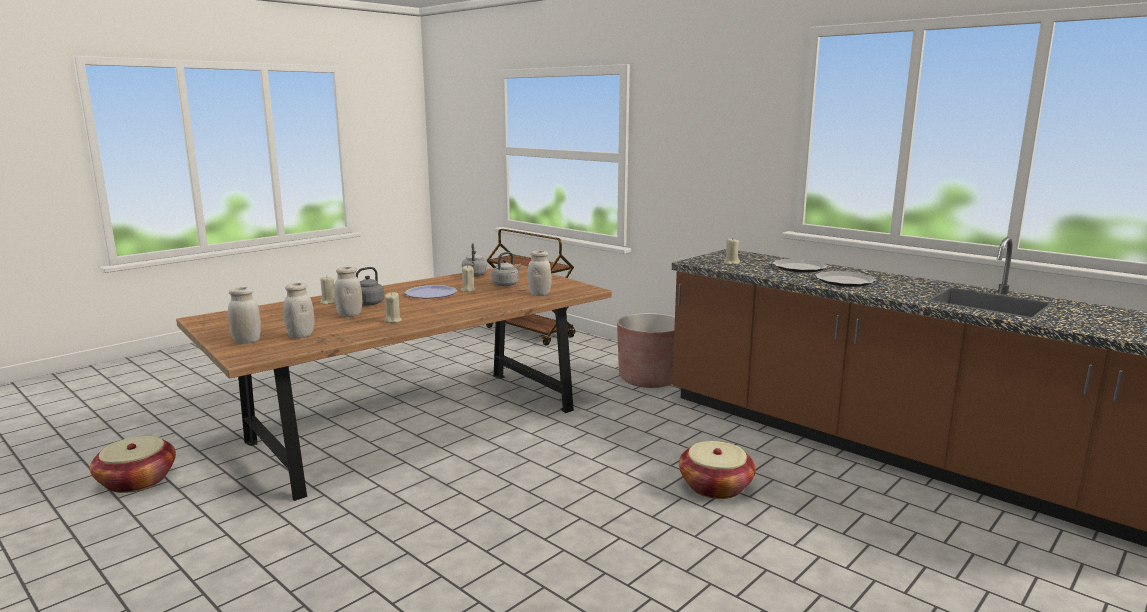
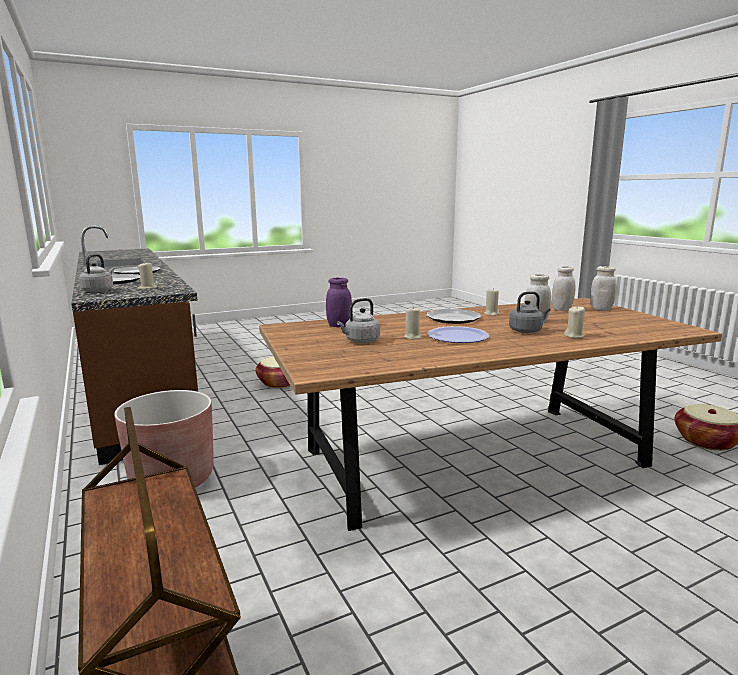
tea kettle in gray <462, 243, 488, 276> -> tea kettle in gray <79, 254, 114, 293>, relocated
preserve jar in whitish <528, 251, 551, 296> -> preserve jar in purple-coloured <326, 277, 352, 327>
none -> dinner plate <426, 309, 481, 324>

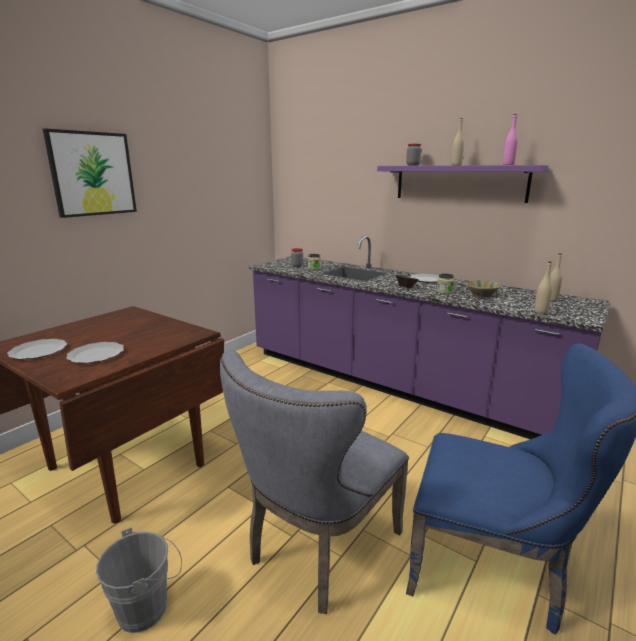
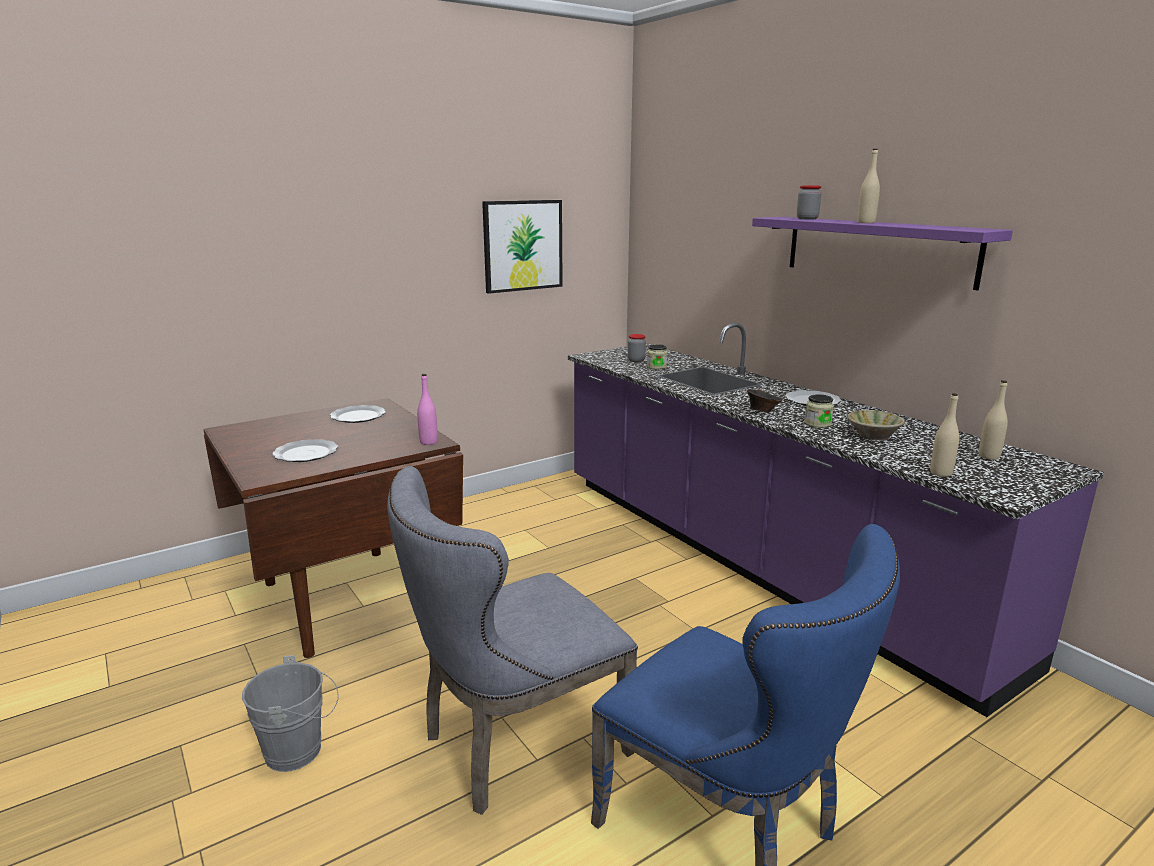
bottle in pink <502, 114, 518, 165> -> bottle in pink <417, 374, 438, 445>, relocated
picture <43, 129, 137, 218> -> picture <482, 200, 563, 294>, relocated
dinner plate <7, 339, 67, 359> -> dinner plate <330, 405, 386, 423>, relocated

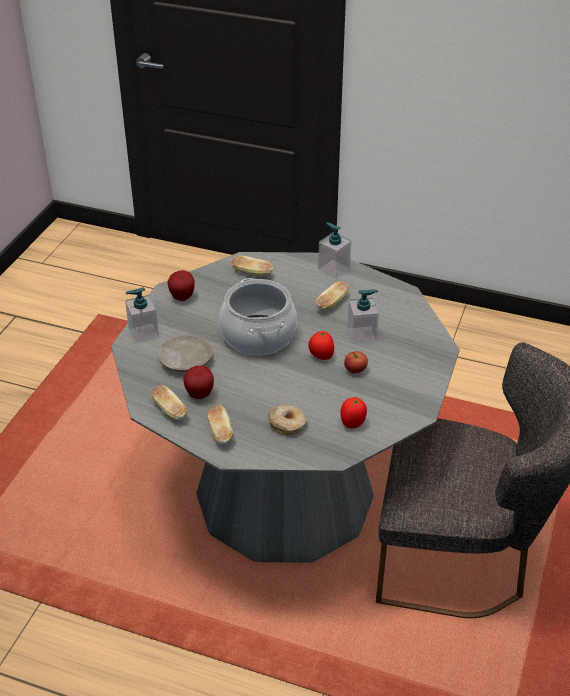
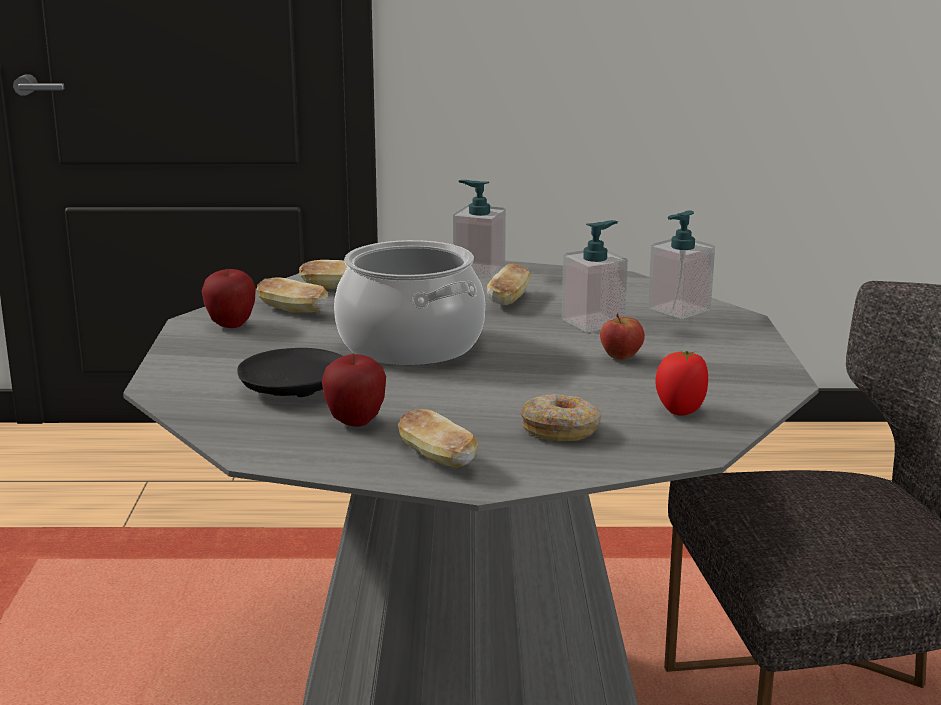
soap bottle <125, 288, 159, 344> -> soap bottle <648, 210, 715, 319>, relocated
whole tomato <308, 331, 334, 360> -> none
dinner plate in sand-coloured <158, 335, 212, 372> -> dinner plate in black-coloured <237, 348, 342, 397>
baked bread <152, 385, 187, 420> -> baked bread <257, 277, 328, 313>, relocated

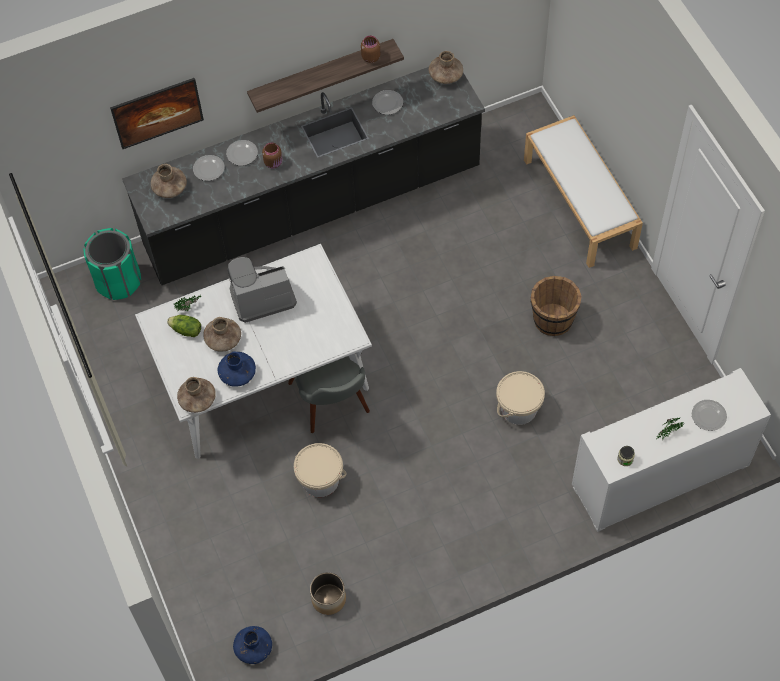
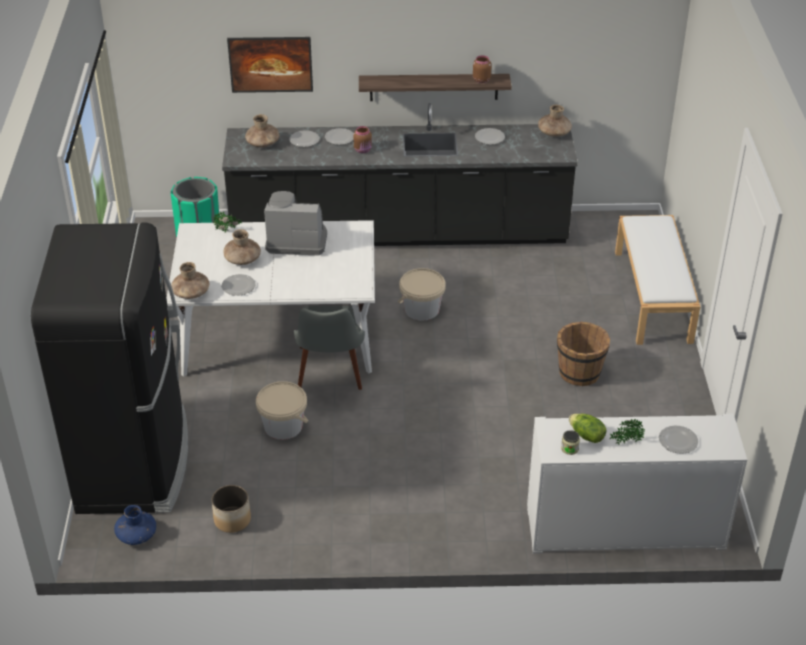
head of lettuce <167, 315, 201, 337> -> head of lettuce <569, 414, 607, 443>, relocated
decorative vase in blue-coloured <218, 352, 256, 386> -> dinner plate <222, 274, 255, 296>
bucket in sand-coloured <496, 371, 545, 425> -> bucket in sand-coloured <398, 268, 446, 321>, relocated
none -> refrigerator in black-coloured <31, 222, 188, 514>

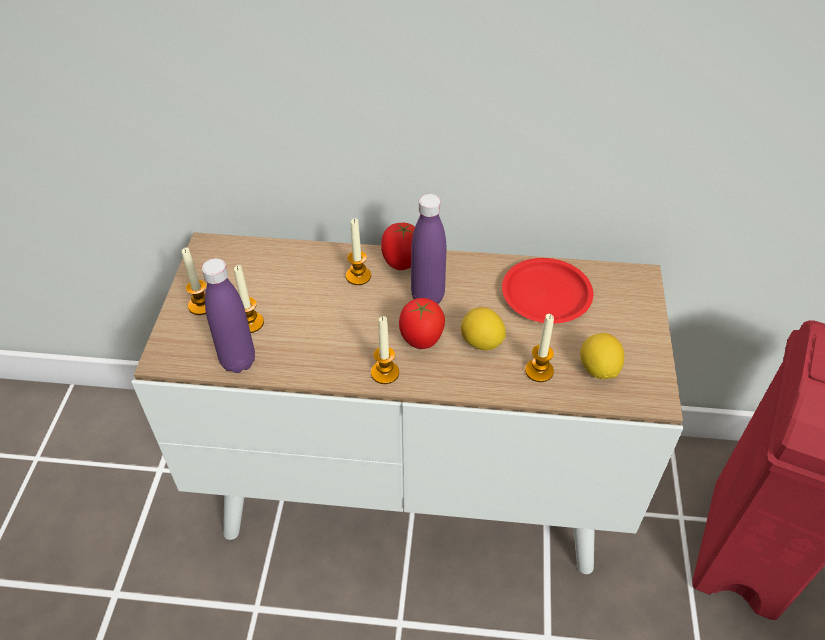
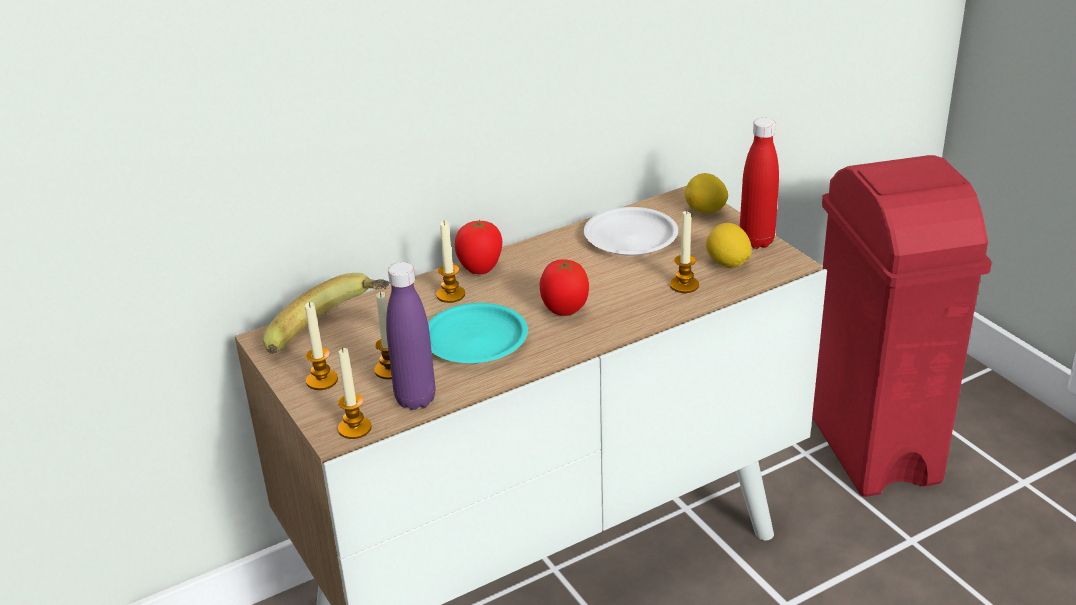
bottle in purple-coloured <411, 194, 446, 304> -> none
dinner plate in reddish <502, 258, 593, 324> -> dinner plate in whitish <584, 207, 678, 256>
whole lemon <461, 307, 506, 350> -> whole lemon <685, 173, 728, 213>, relocated
candle <371, 316, 399, 384> -> candle <338, 348, 372, 439>, relocated
none -> bottle in reddish <740, 118, 779, 249>
none -> whole banana <263, 273, 390, 354>
none -> dinner plate in blue-green <428, 303, 528, 363>

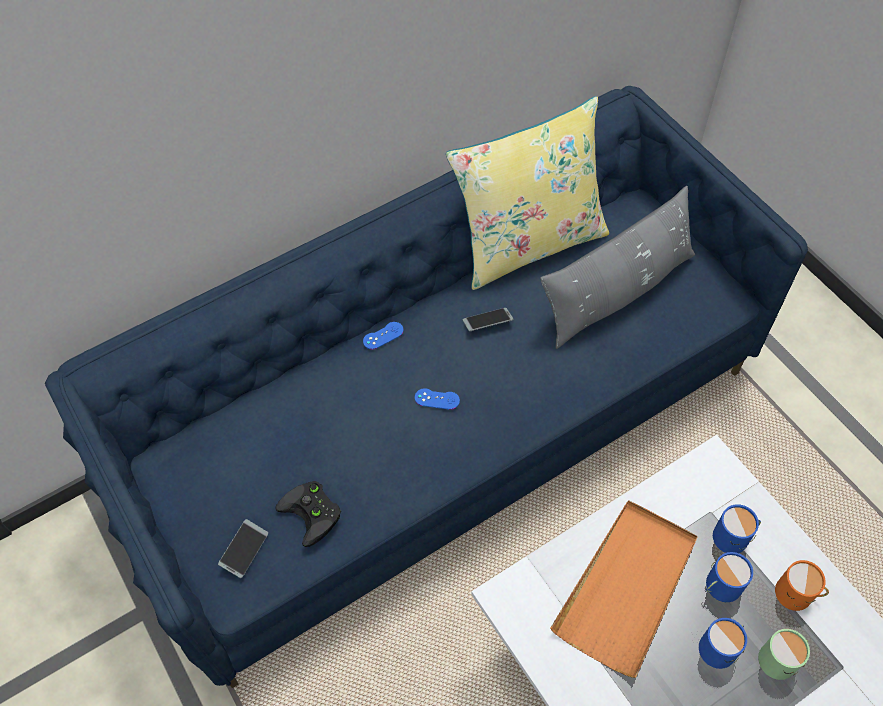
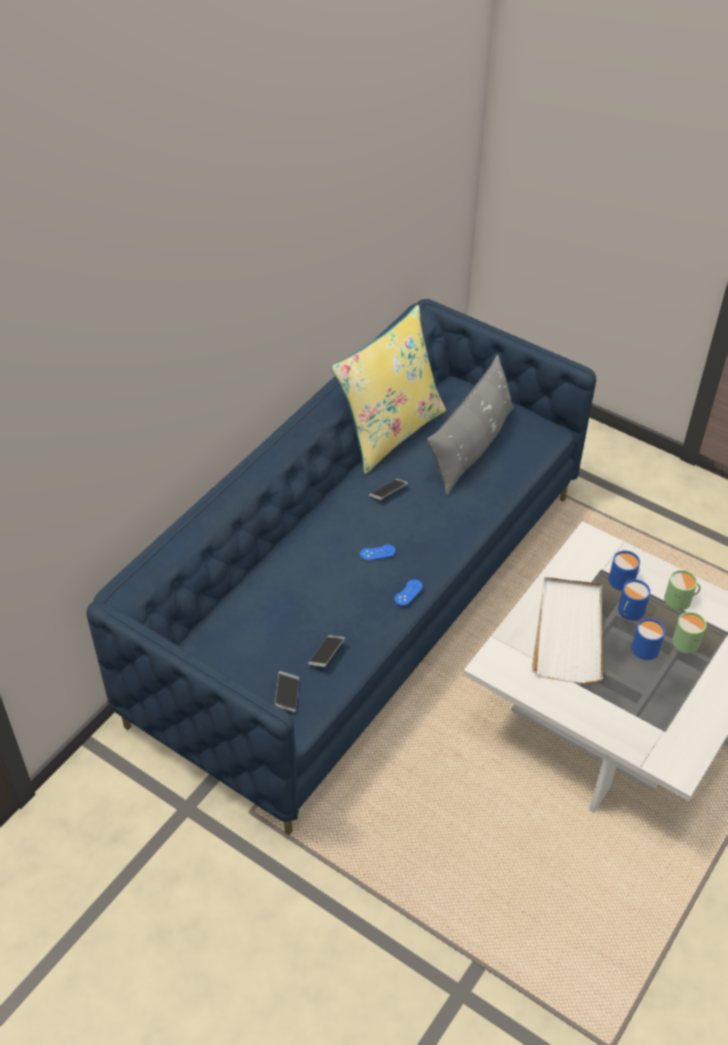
joypad in blue-coloured <363, 322, 403, 349> -> joypad in blue-coloured <394, 580, 423, 606>, relocated
joypad in black-coloured <276, 481, 341, 547> -> telephone <308, 635, 345, 667>
tray in orangey <550, 500, 698, 678> -> tray in whitish <532, 577, 603, 683>
tea mug in orangey <775, 560, 829, 611> -> tea mug in green-coloured <664, 570, 700, 611>

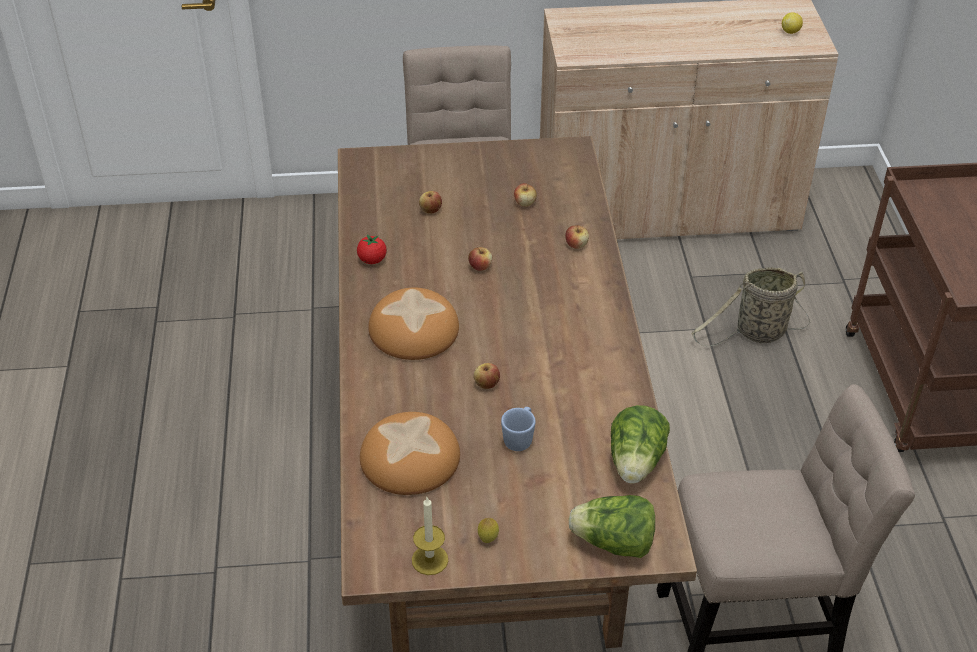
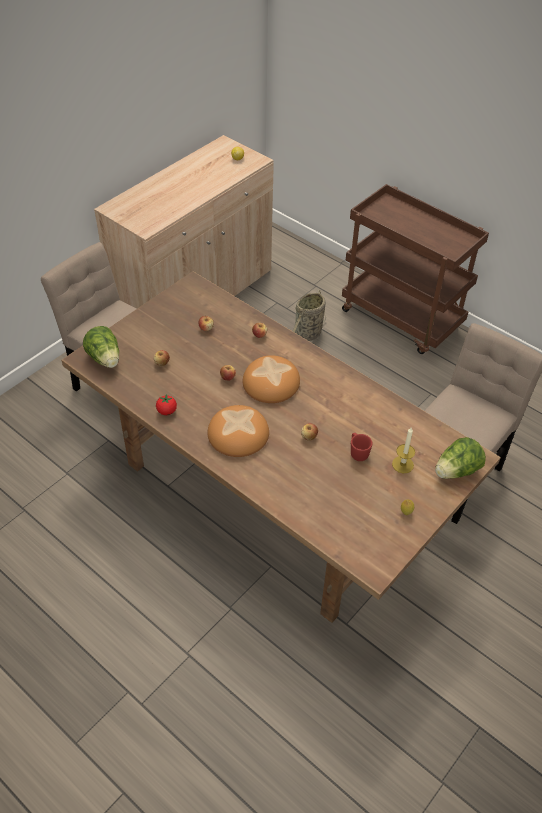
head of lettuce <611, 405, 670, 484> -> head of lettuce <83, 326, 119, 368>, relocated
tea mug in blue-coloured <501, 407, 536, 451> -> tea mug in reddish <351, 433, 373, 461>
baked bread <360, 412, 460, 495> -> baked bread <243, 355, 300, 403>, relocated
candle <412, 497, 448, 575> -> candle <392, 428, 415, 473>, relocated

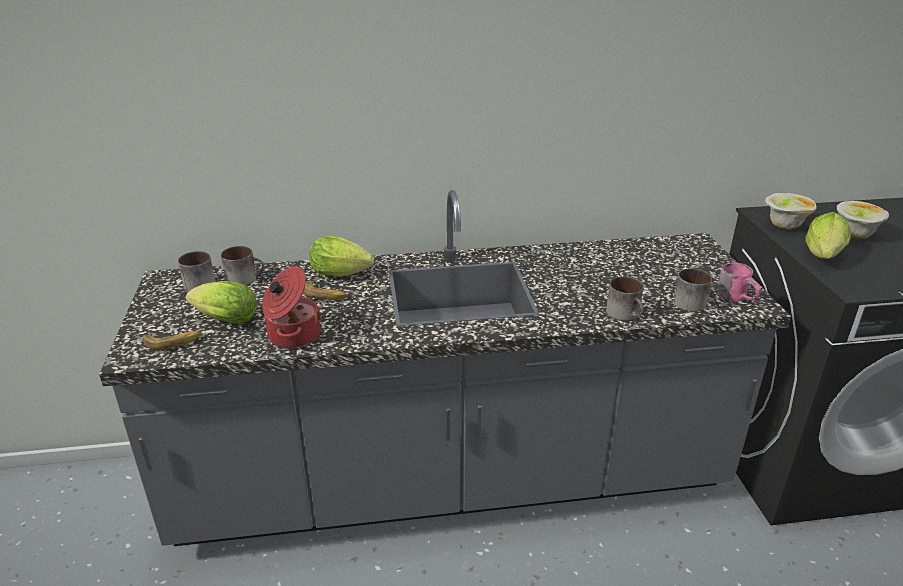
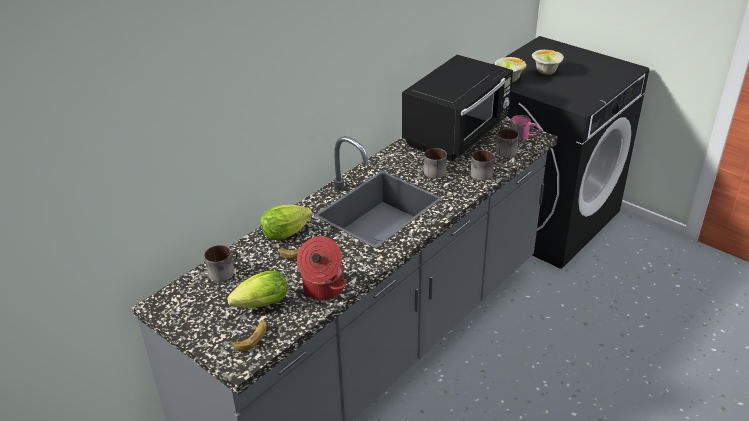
head of lettuce <805, 212, 851, 259> -> none
tea mug <178, 251, 215, 291> -> tea mug <417, 148, 447, 179>, relocated
none -> microwave in black-coloured <402, 55, 513, 161>

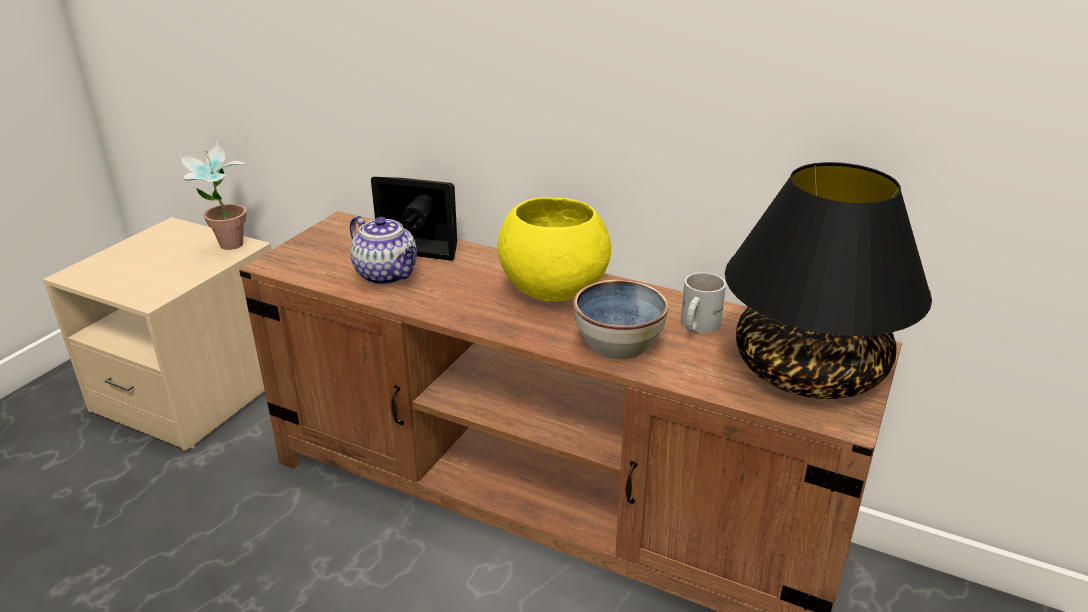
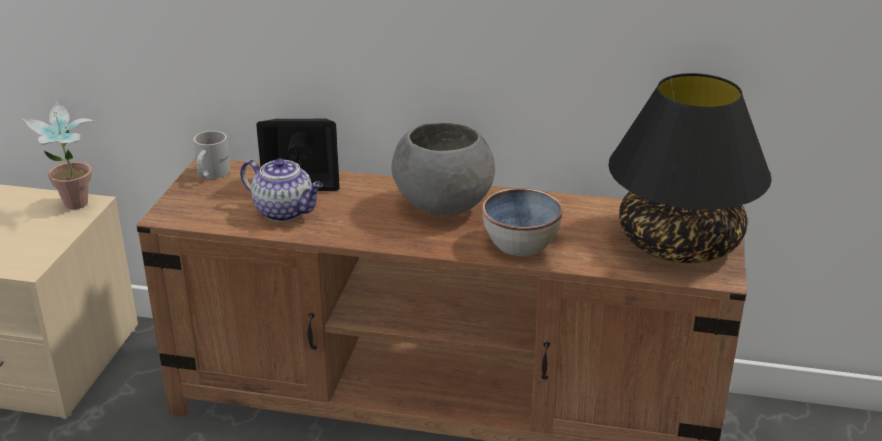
serving bowl in yellowish <497, 197, 611, 302> -> serving bowl in gray <392, 122, 495, 216>
tea mug in whitish <681, 272, 726, 334> -> tea mug in whitish <194, 131, 230, 179>, relocated

